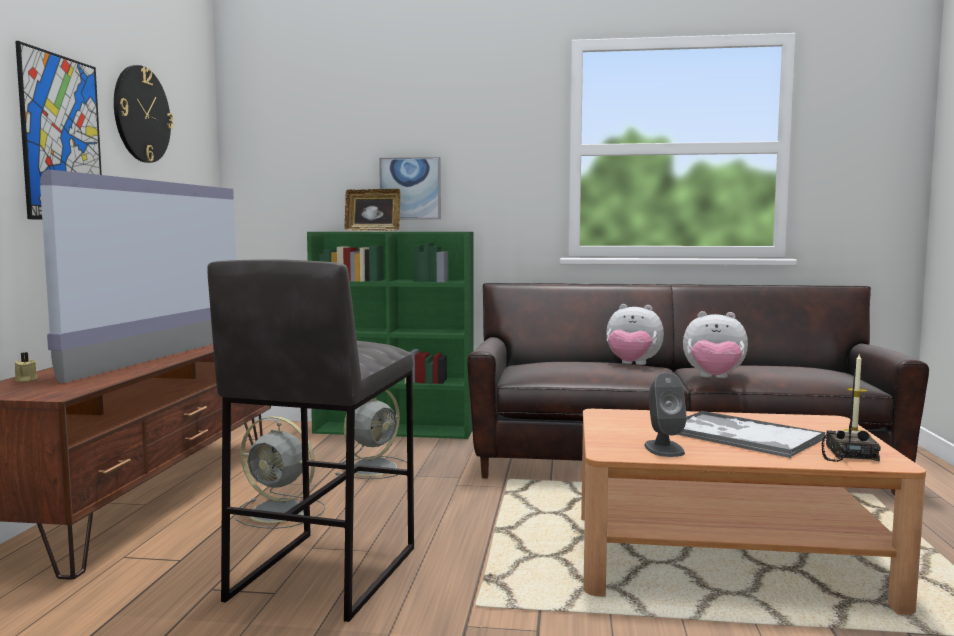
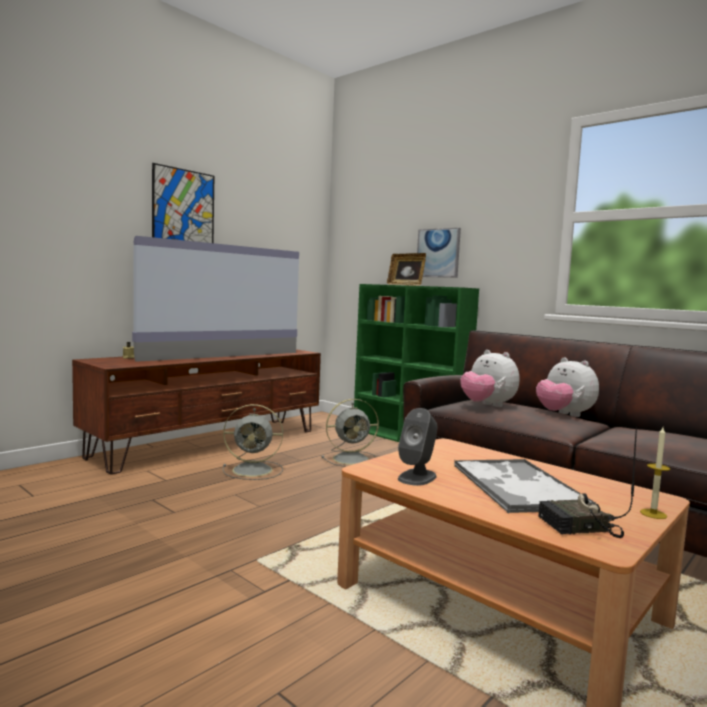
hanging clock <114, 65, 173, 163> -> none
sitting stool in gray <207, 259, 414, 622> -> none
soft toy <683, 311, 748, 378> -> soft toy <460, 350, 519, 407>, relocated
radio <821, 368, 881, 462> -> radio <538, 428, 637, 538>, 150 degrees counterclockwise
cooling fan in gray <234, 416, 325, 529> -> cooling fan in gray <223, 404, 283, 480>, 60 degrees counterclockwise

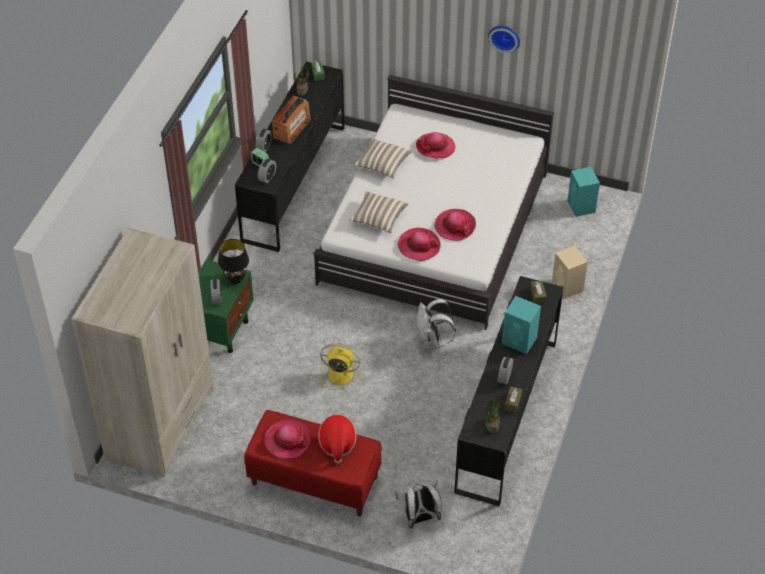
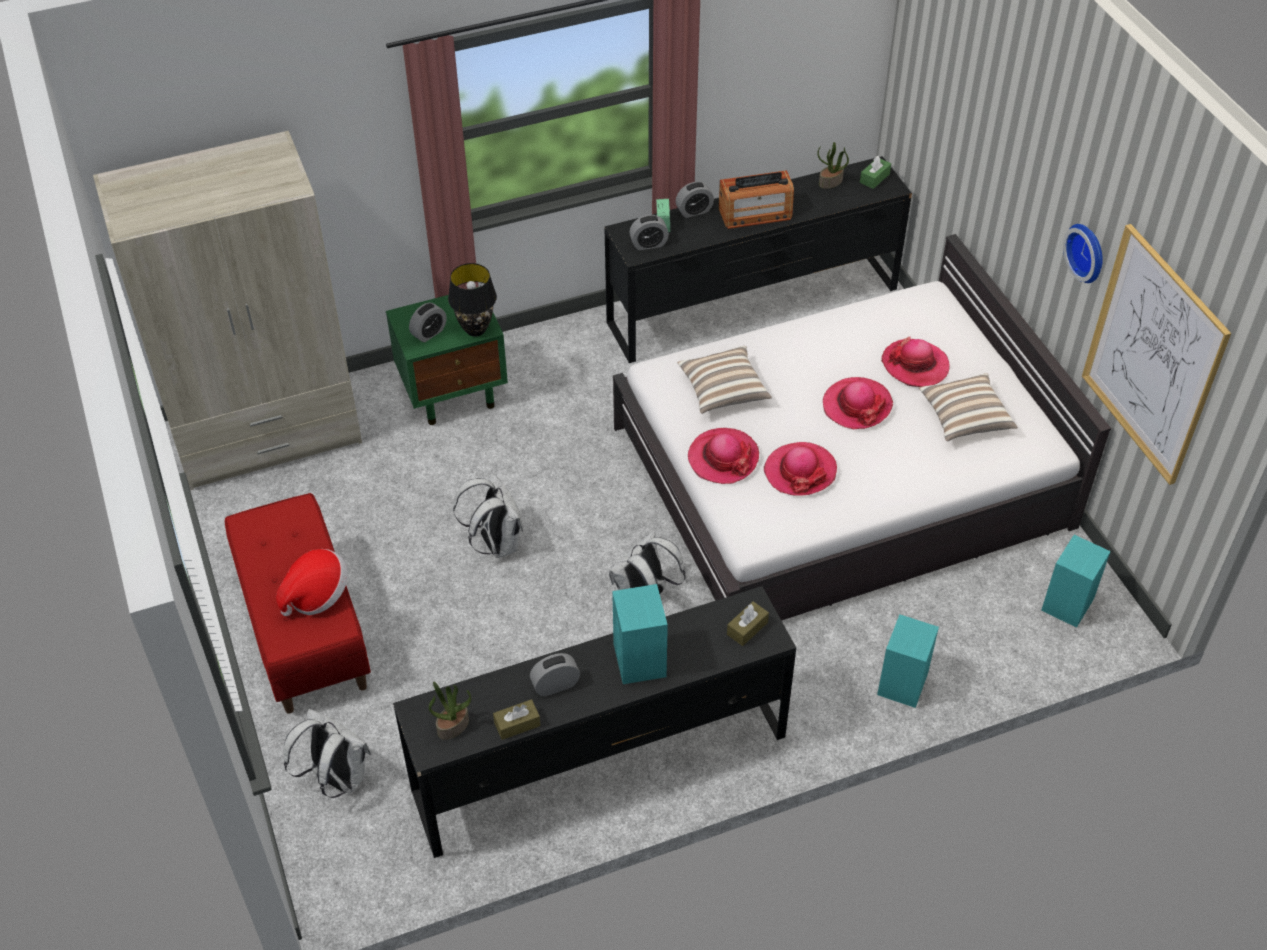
throw pillow <354, 138, 412, 179> -> throw pillow <919, 373, 1018, 441>, relocated
audio speaker in sand-coloured <552, 245, 588, 299> -> audio speaker in blue-green <877, 614, 939, 708>
cooling fan in yellowish <320, 344, 361, 390> -> rucksack in whitish <453, 474, 523, 558>
wearable hat <264, 419, 311, 459> -> wearable hat <823, 377, 893, 429>, relocated
none -> picture <1082, 224, 1231, 485>

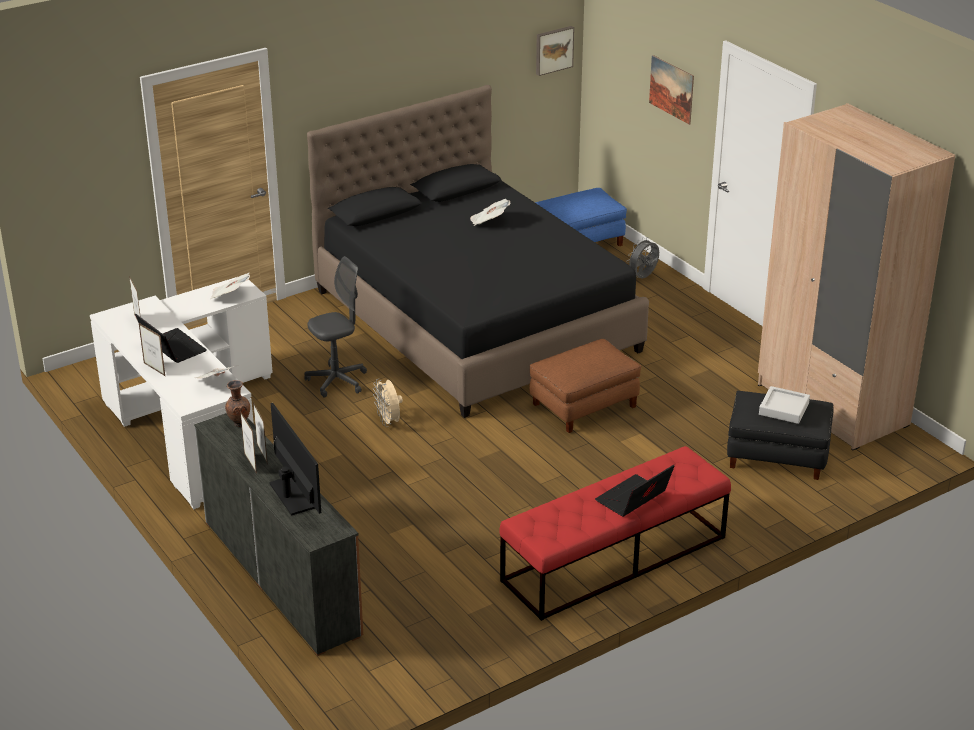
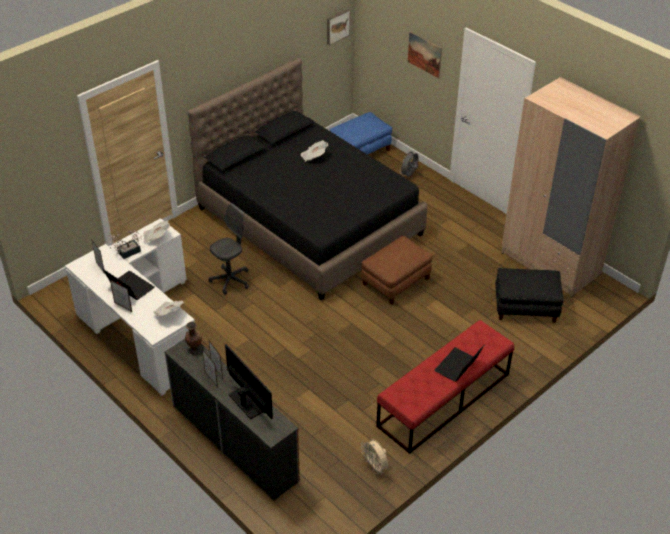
cooling fan in sand-coloured <373, 379, 403, 427> -> cooling fan in sand-coloured <361, 439, 388, 475>, relocated
tray in gray <759, 386, 810, 424> -> none
none -> plant in a pot <108, 230, 142, 259>

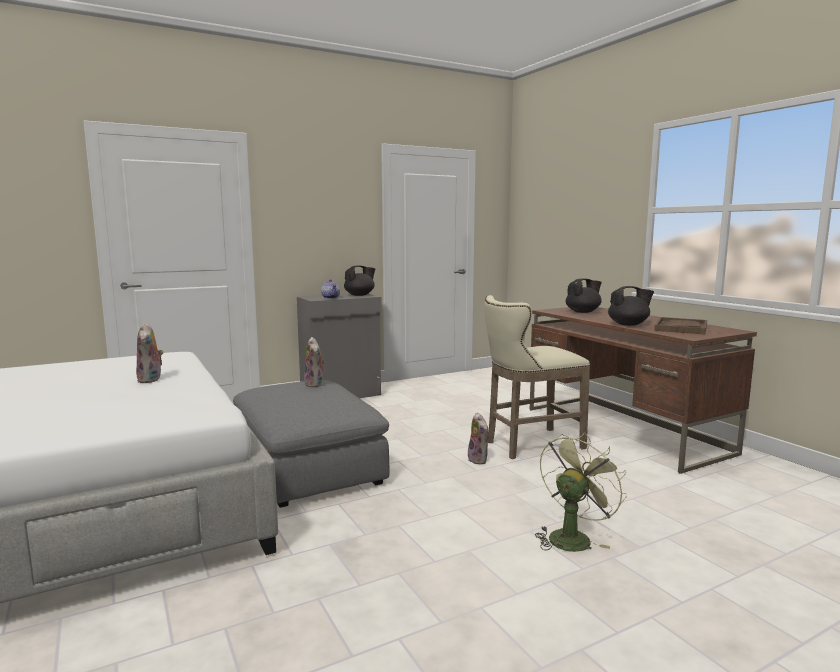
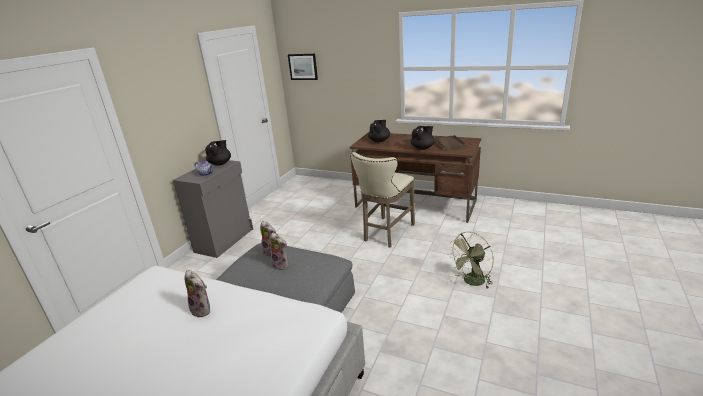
soft toy <468, 412, 490, 465> -> soft toy <270, 232, 288, 270>, relocated
cooling fan in green-coloured <535, 433, 627, 552> -> cooling fan in green-coloured <448, 231, 494, 289>, 135 degrees counterclockwise
none -> picture <288, 54, 318, 80>

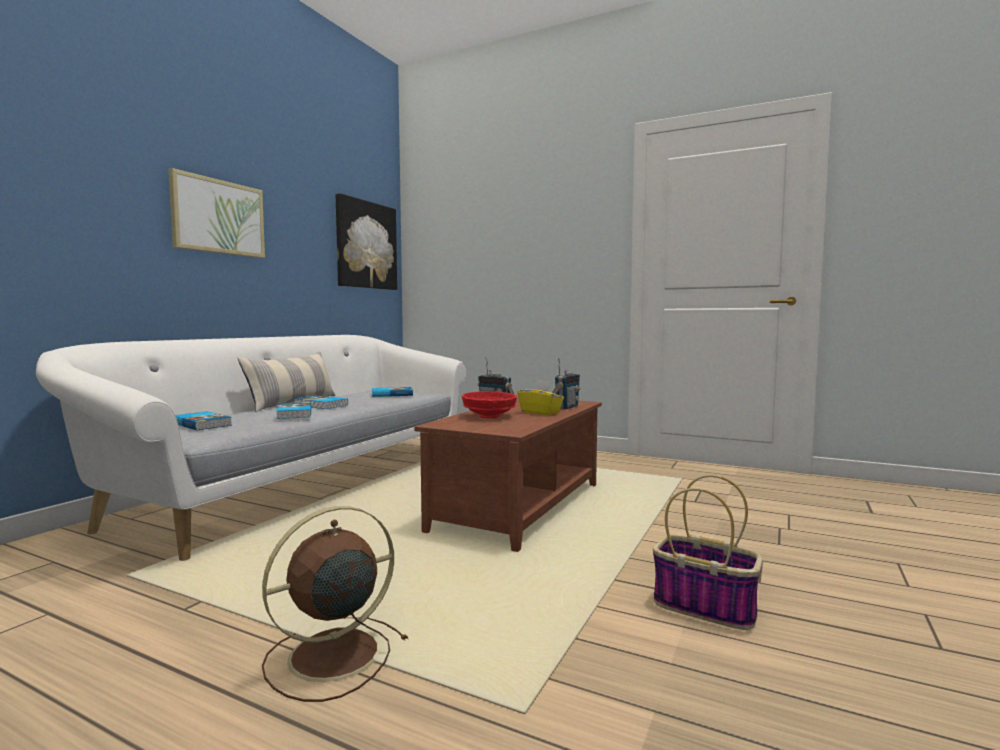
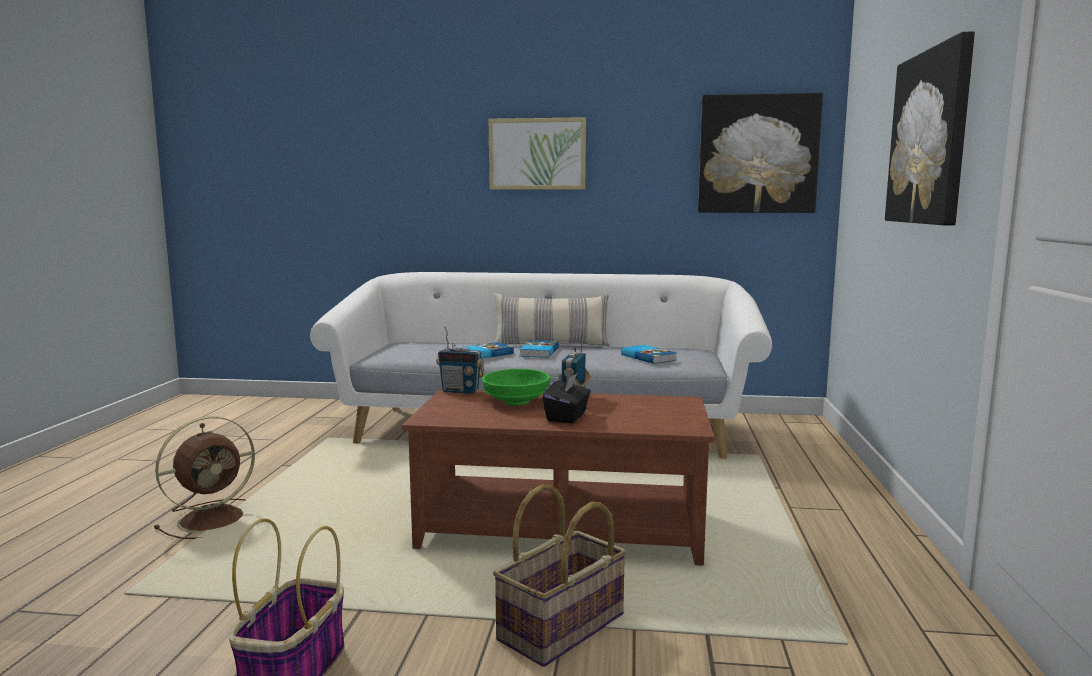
radio <552, 358, 580, 409> -> radio <436, 327, 485, 394>, relocated
box of tissues in yellowish <517, 380, 564, 415> -> box of tissues in black-coloured <543, 373, 591, 423>
serving bowl in reddish <462, 391, 517, 418> -> serving bowl in green-coloured <482, 369, 551, 406>
book <175, 411, 232, 430> -> none
cooling fan in brown <262, 506, 408, 702> -> cooling fan in brown <154, 416, 255, 539>, 105 degrees clockwise
none -> picture <885, 31, 975, 225>
none -> basket <493, 484, 627, 667>

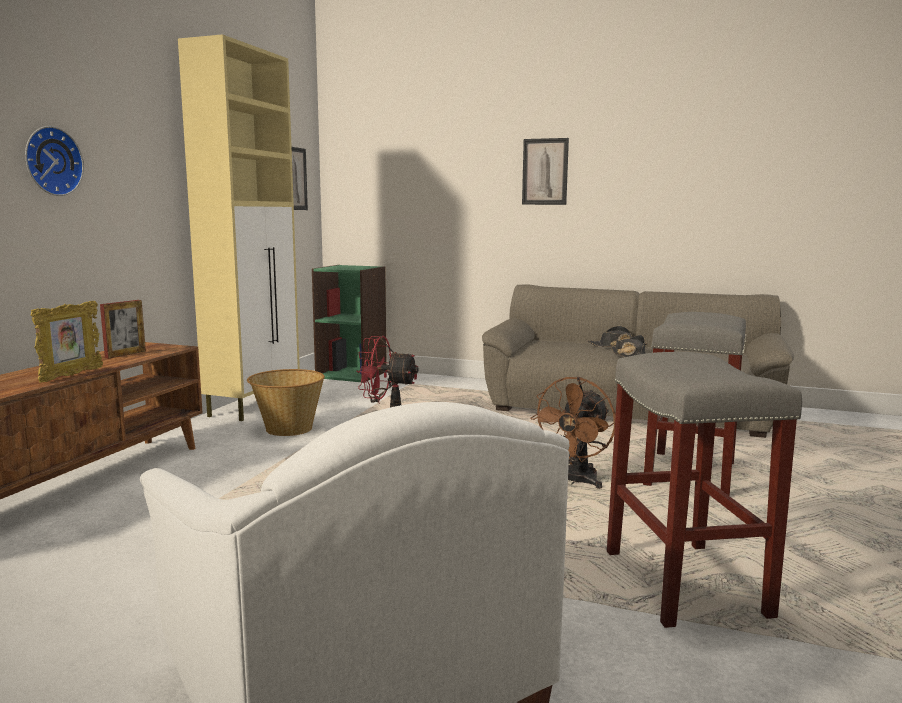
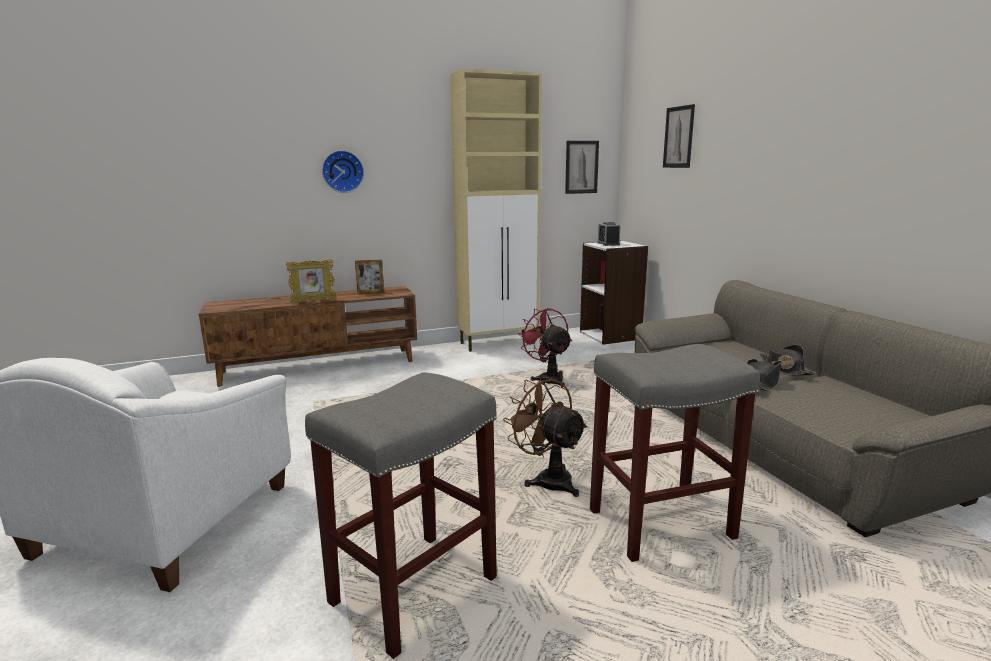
picture <522, 138, 569, 205> -> picture <663, 104, 695, 168>, relocated
shelving unit in green-coloured <312, 265, 387, 383> -> shelving unit in whitish <580, 240, 648, 345>
basket <247, 369, 325, 436> -> none
cooling fan in brown <530, 377, 616, 489> -> cooling fan in brown <503, 376, 587, 497>, 60 degrees clockwise
none -> bedside clock <597, 222, 621, 246>

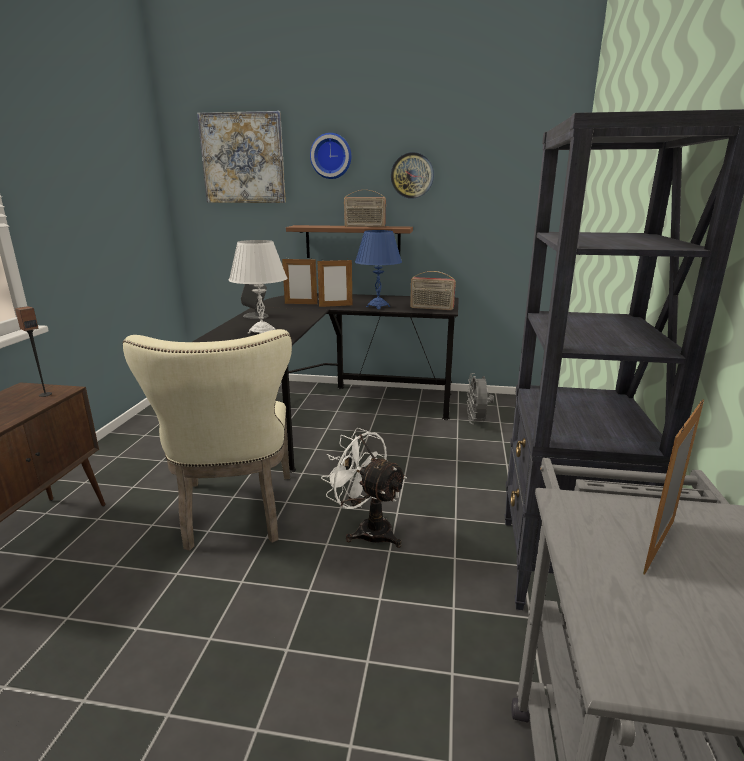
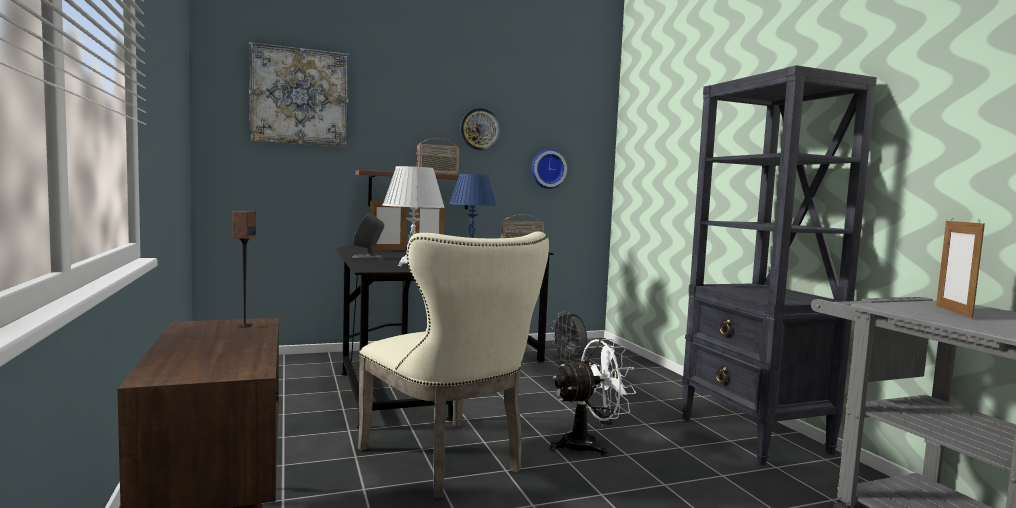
hanging clock <310, 133, 351, 179> -> hanging clock <531, 149, 567, 189>, relocated
cooling fan in whitish <321, 428, 407, 548> -> cooling fan in whitish <550, 339, 636, 457>, 150 degrees clockwise

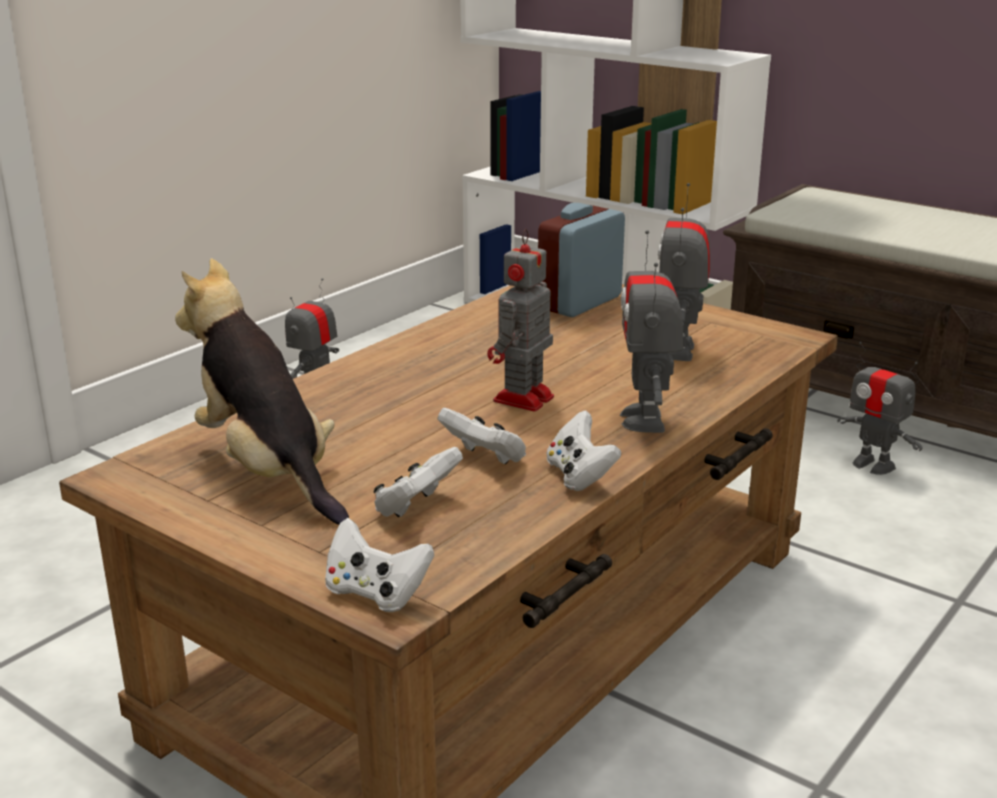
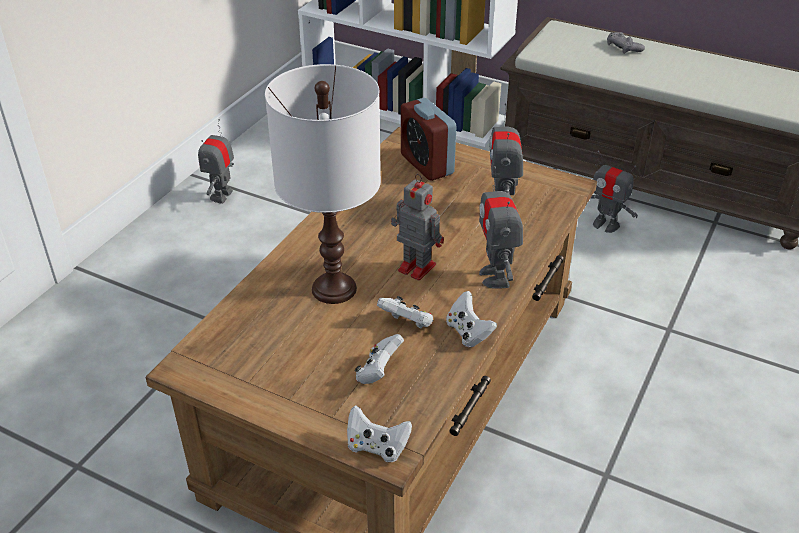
bedside clock <538, 203, 625, 317> -> bedside clock <401, 98, 457, 181>, 60 degrees counterclockwise
robot figure <487, 229, 554, 412> -> robot figure <391, 174, 444, 280>, 105 degrees clockwise
soft toy <175, 258, 349, 525> -> none
none -> joypad in gray <607, 32, 645, 54>
none -> tabletop lamp in whitish <265, 64, 381, 304>

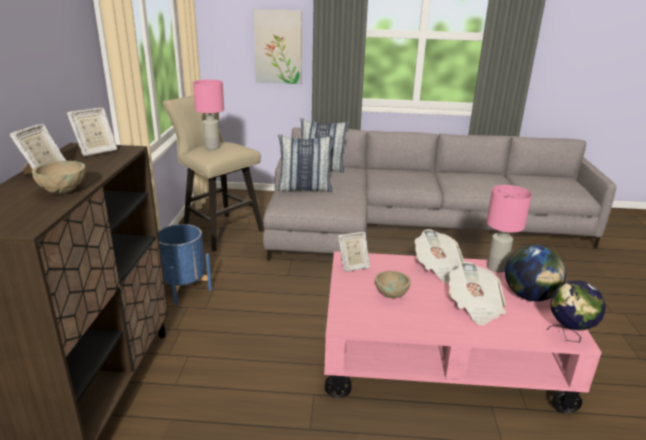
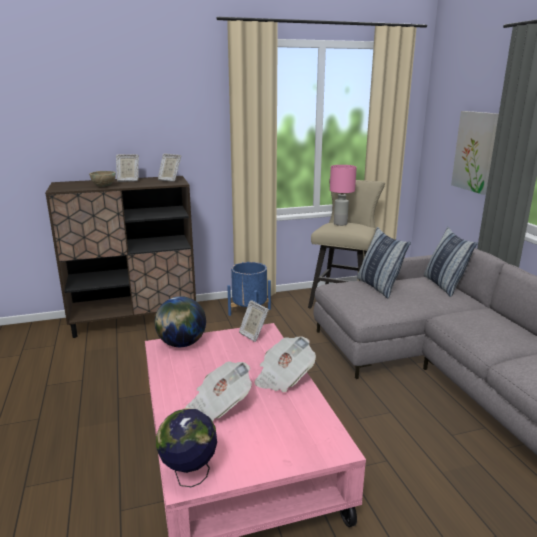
tabletop lamp in pink <486, 185, 532, 273> -> none
globe <505, 245, 566, 301> -> globe <155, 296, 206, 347>, relocated
serving bowl in sand-coloured <375, 271, 411, 298> -> none

